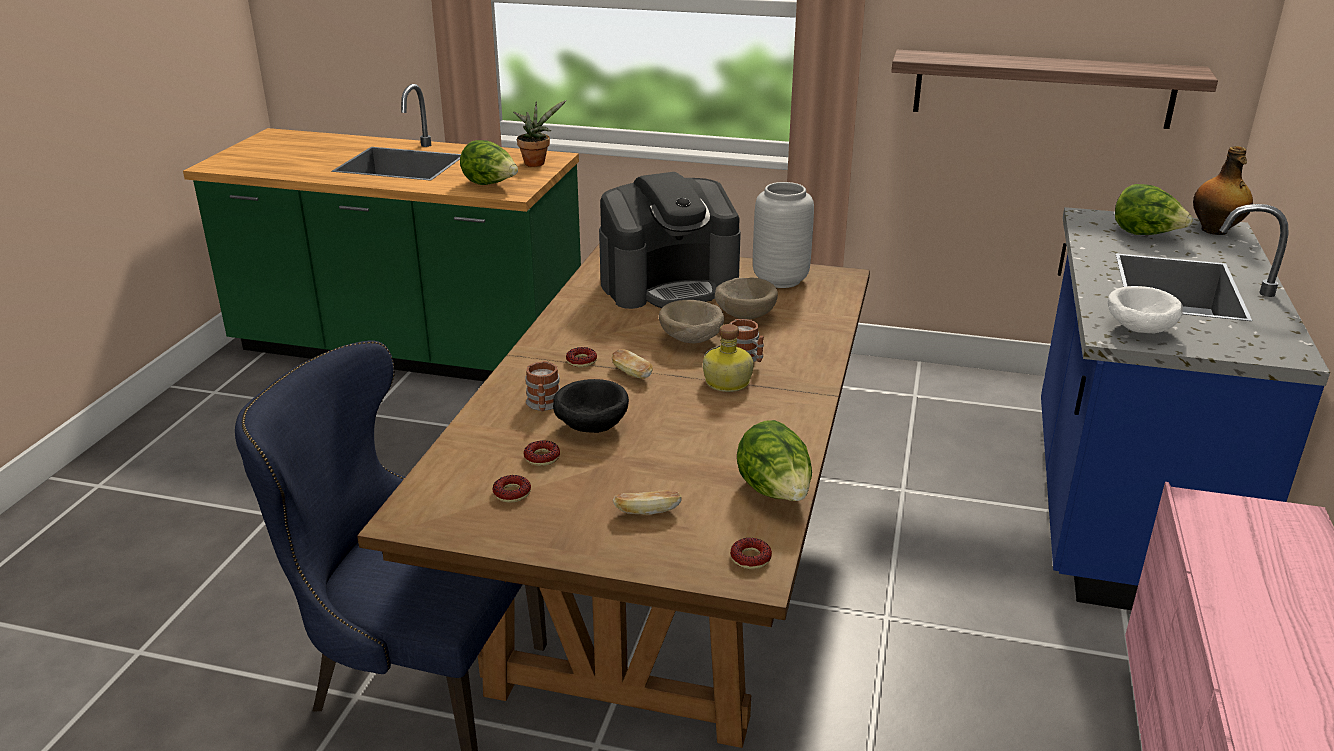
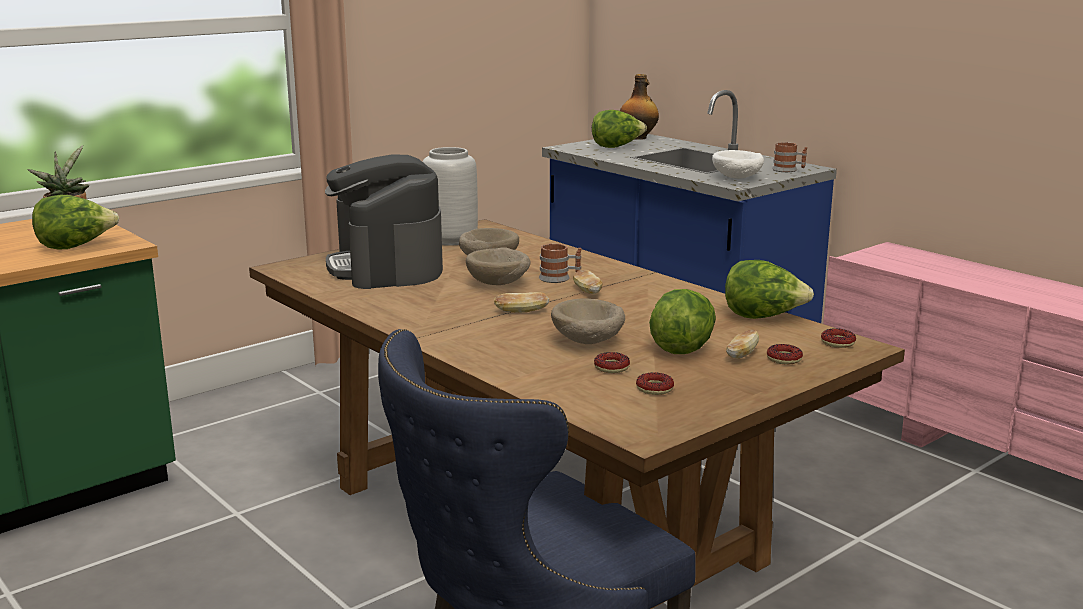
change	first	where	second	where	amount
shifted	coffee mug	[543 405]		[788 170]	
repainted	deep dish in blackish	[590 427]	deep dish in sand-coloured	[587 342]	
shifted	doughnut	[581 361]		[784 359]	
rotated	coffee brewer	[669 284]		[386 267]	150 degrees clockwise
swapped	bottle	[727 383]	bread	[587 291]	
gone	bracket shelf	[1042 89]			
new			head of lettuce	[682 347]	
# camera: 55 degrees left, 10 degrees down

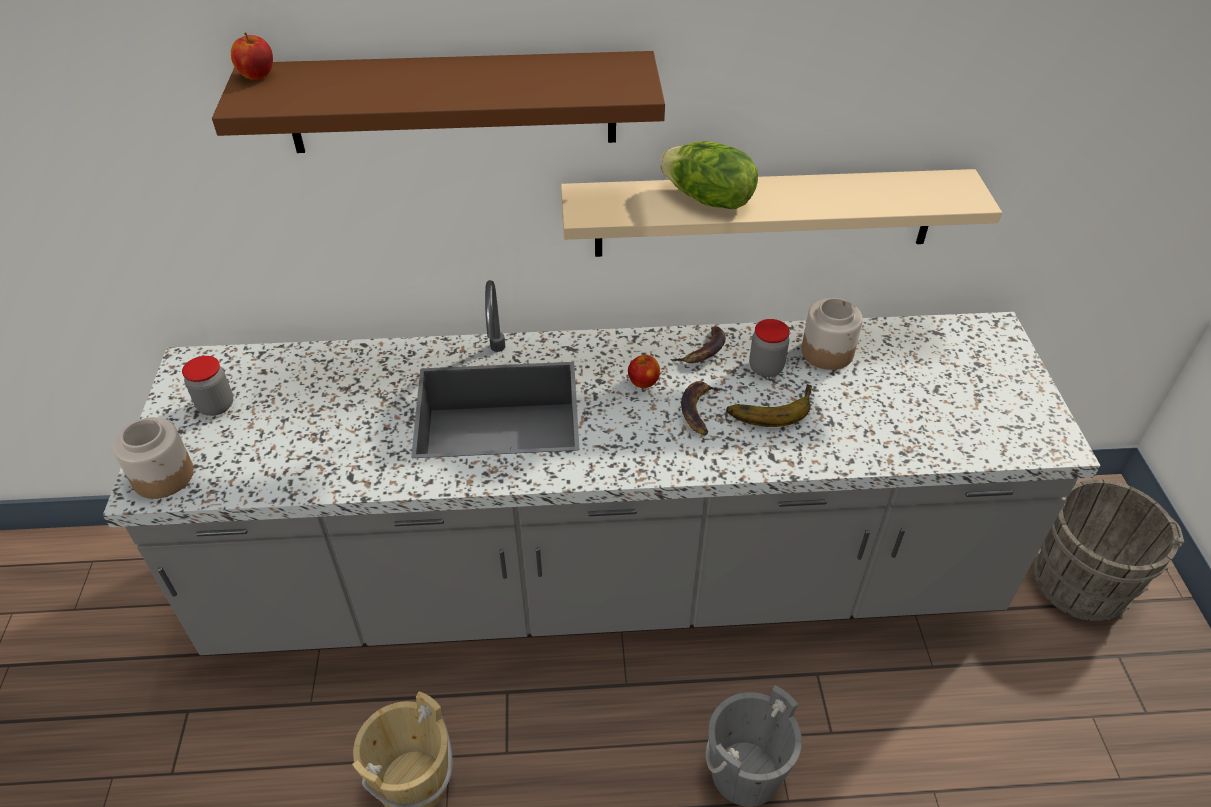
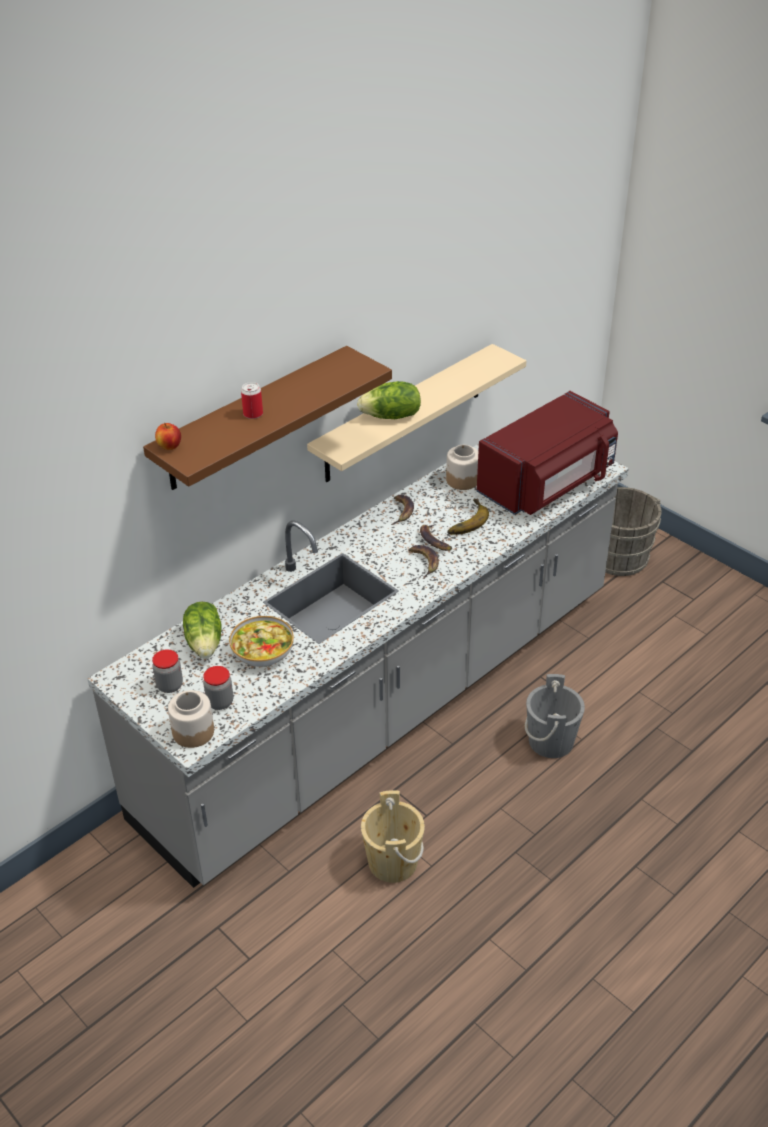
change	first	where	second	where	amount
gone	apple fruit	[643 382]			
shifted	storage jar	[766 368]		[220 702]	
new			head of lettuce	[205 643]	
new			deep dish	[262 652]	
new			sealed can	[253 414]	
new			whole banana	[425 562]	
new			kitchen microwave in reddish	[547 484]	
# camera: 40 degrees left, 5 degrees down

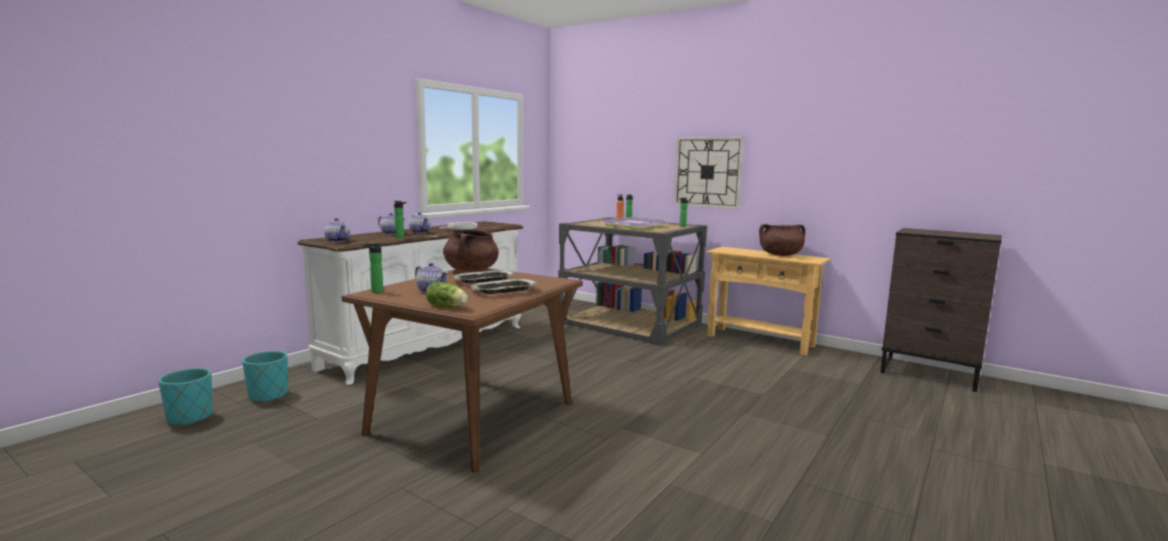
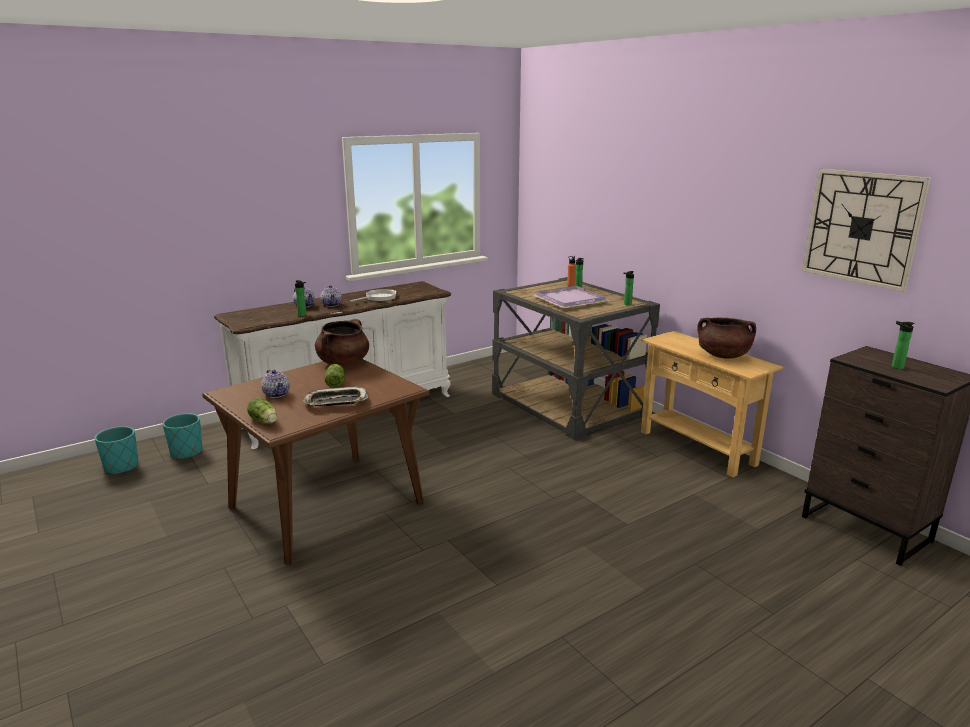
change	first	where	second	where	amount
gone	tea pot	[338 241]			
shifted	bottle	[375 291]		[895 367]	
swapped	serving tray	[484 281]	head of lettuce	[335 383]	
shifted	hanging clock	[707 172]		[862 228]	
# camera: 20 degrees right, 10 degrees up

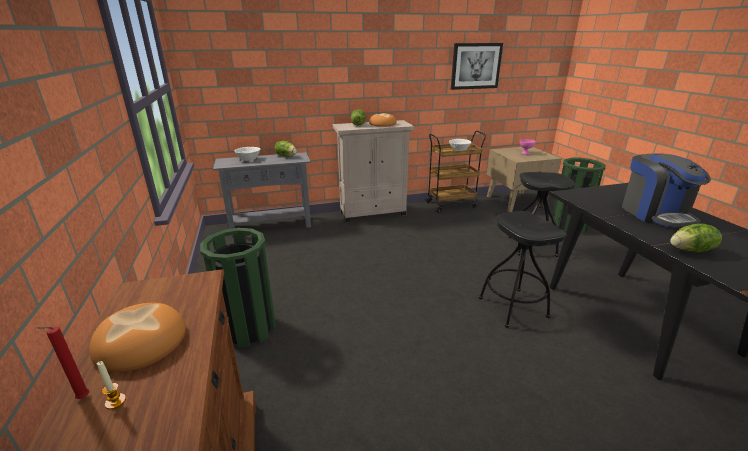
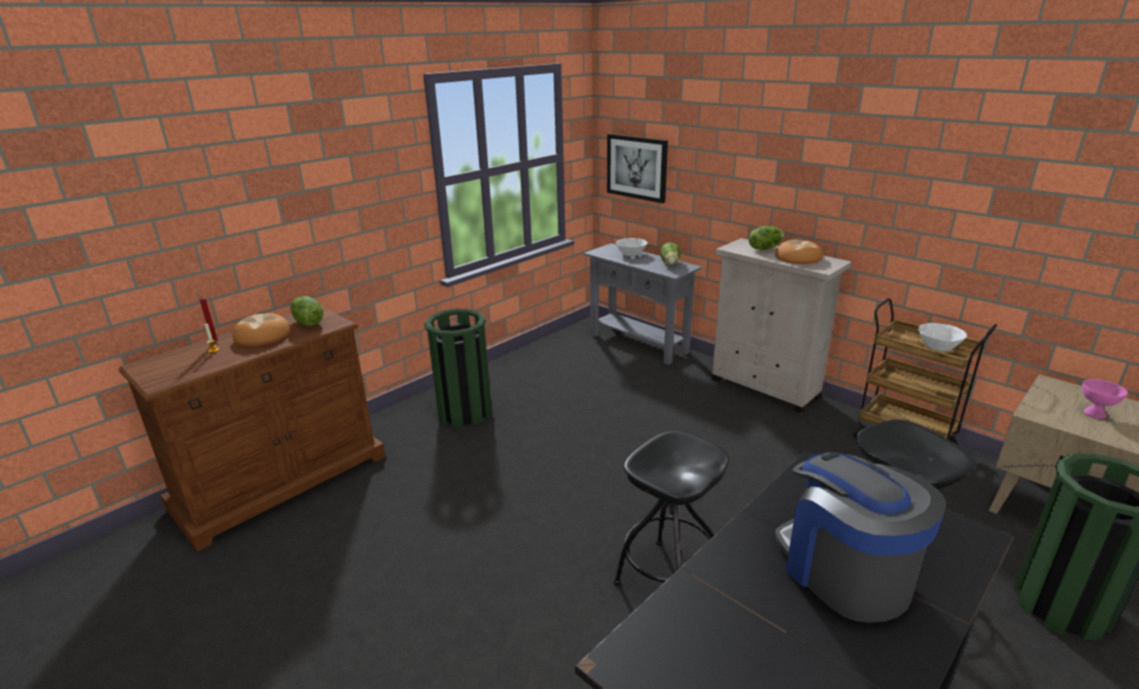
change	first	where	second	where	amount
shifted	picture	[475 66]		[637 167]	
rotated	coffee brewer	[655 214]		[844 571]	105 degrees clockwise
shifted	head of lettuce	[691 250]		[307 323]	
# camera: 60 degrees right, 0 degrees up

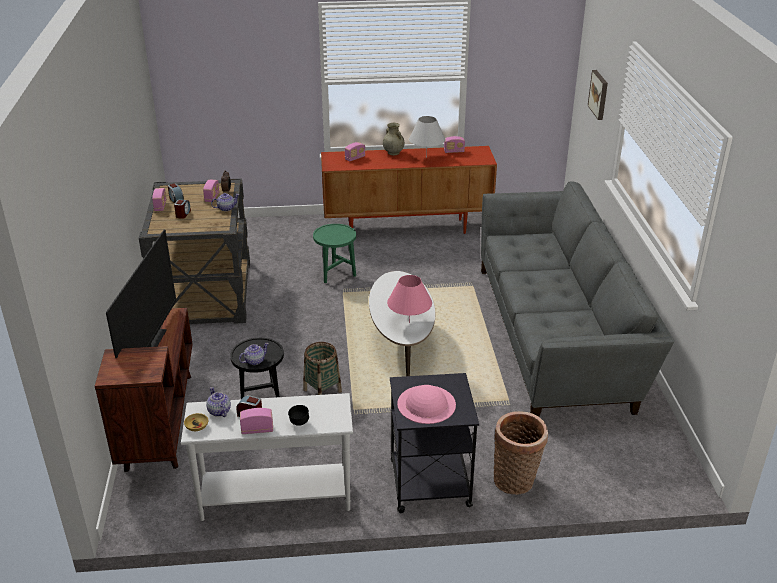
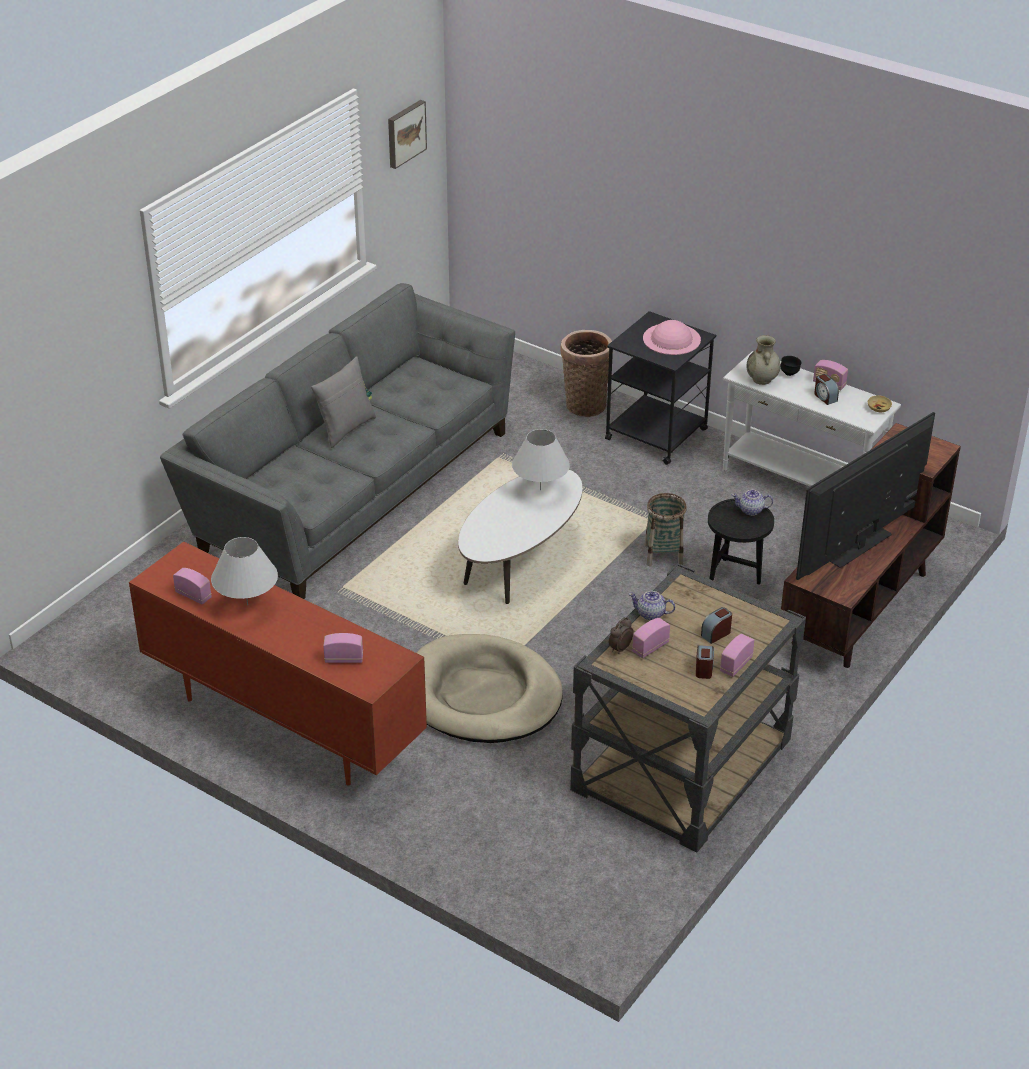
change	first	where	second	where	amount
gone	tea pot	[219 411]			
swapped	accent table in green-coloured	[336 276]	dog cushion in sand-coloured	[482 695]	
shifted	decorative vase in sand-coloured	[393 153]		[762 380]	
repainted	table lamp in pink	[409 322]	table lamp in whitish	[540 490]	
shifted	picture	[599 94]		[405 133]	
new			throw pillow in grey	[346 429]	
# camera: 140 degrees left, 5 degrees up

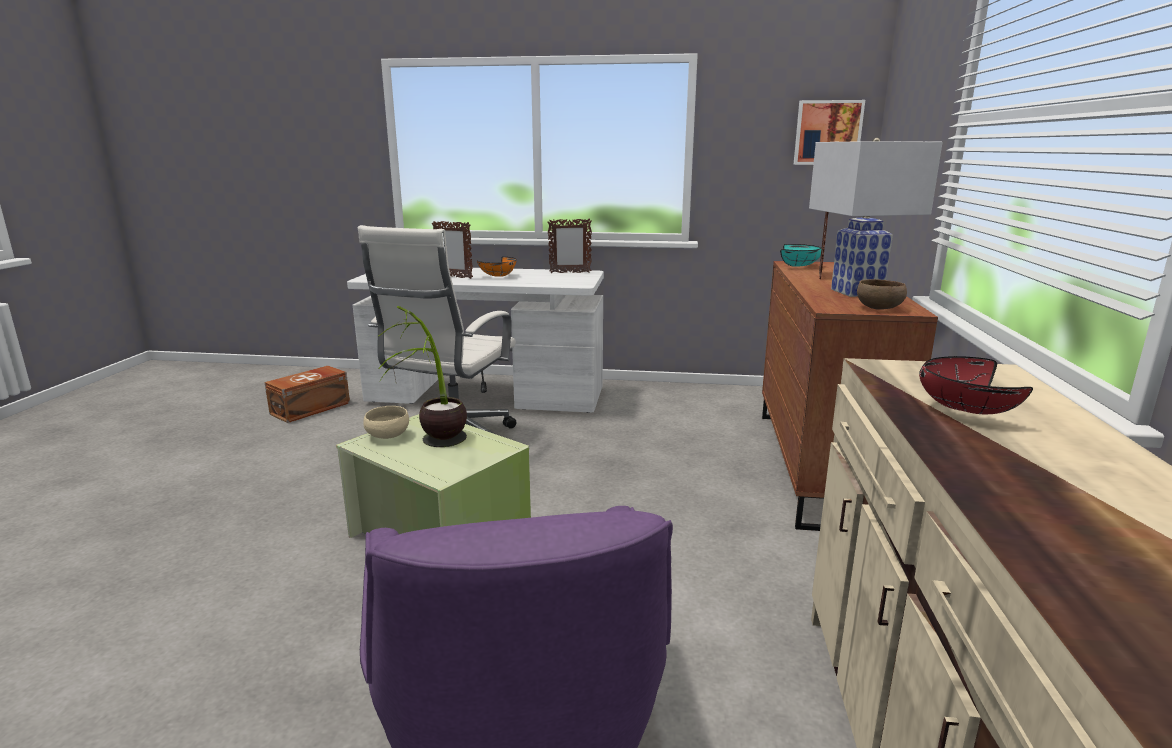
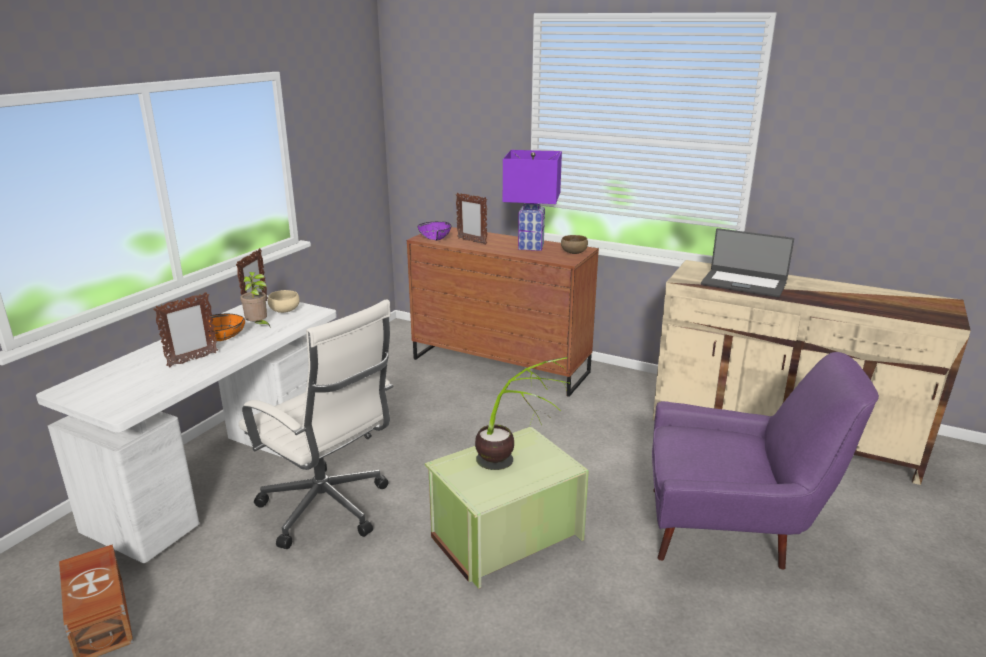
change	first	where	second	where	amount
shifted	deep dish in sand-coloured	[388 436]		[285 311]	
repainted	deep dish in turquoise-coloured	[799 266]	deep dish in purplish	[437 239]	
gone	picture	[827 133]			
repainted	table lamp in whitish	[856 292]	table lamp in purplish	[531 247]	
swapped	deep dish in reddish	[961 410]	laptop	[743 283]	
new			potted plant	[258 326]	
# camera: 70 degrees left, 5 degrees up

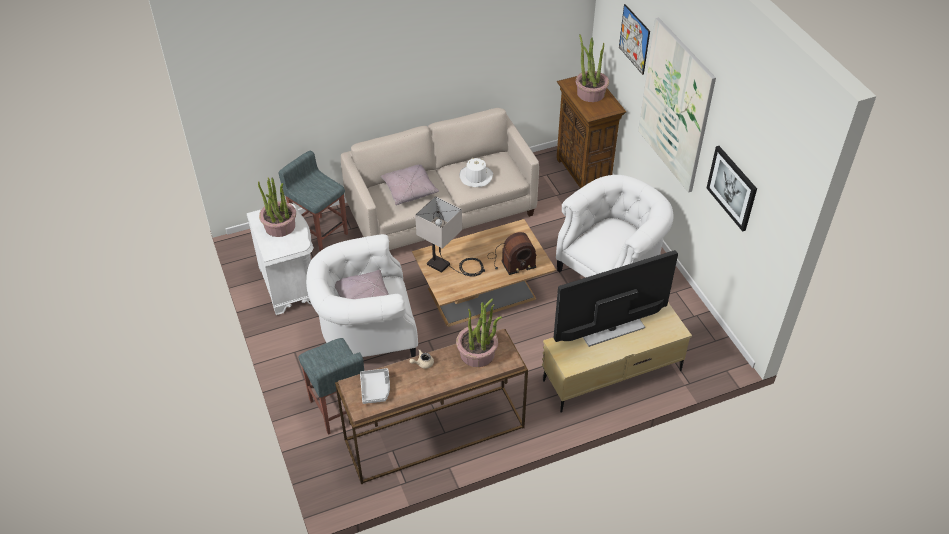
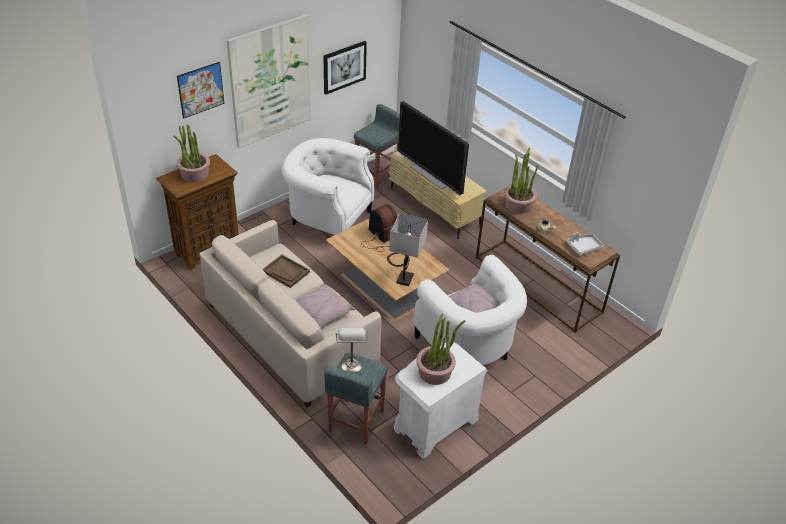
change	first	where	second	where	amount
shifted	sitting stool in grey	[338 409]		[377 176]	
swapped	hat in whitish	[476 177]	serving tray in brown-coloured	[286 272]	
new			table lamp in whitish	[351 361]	
# camera: 110 degrees left, 5 degrees down

